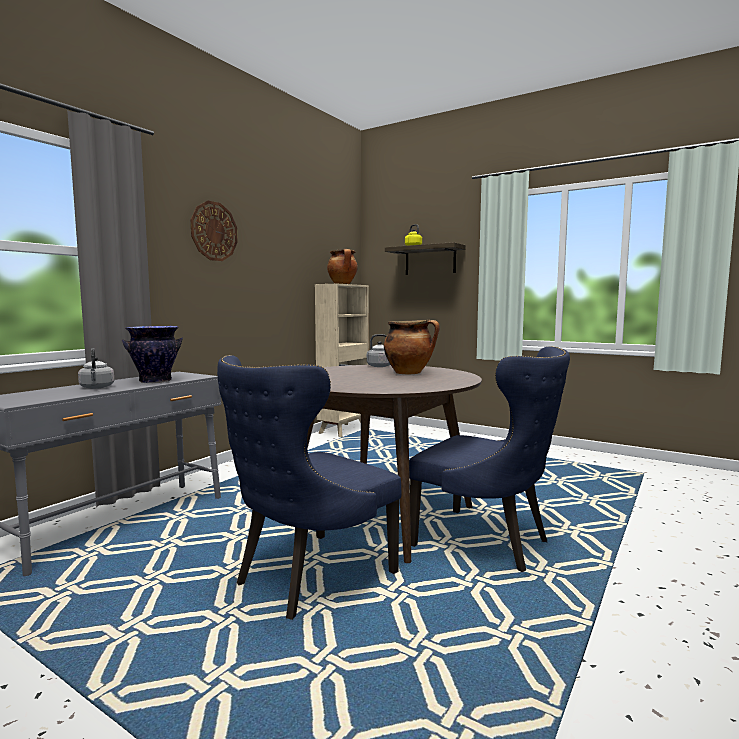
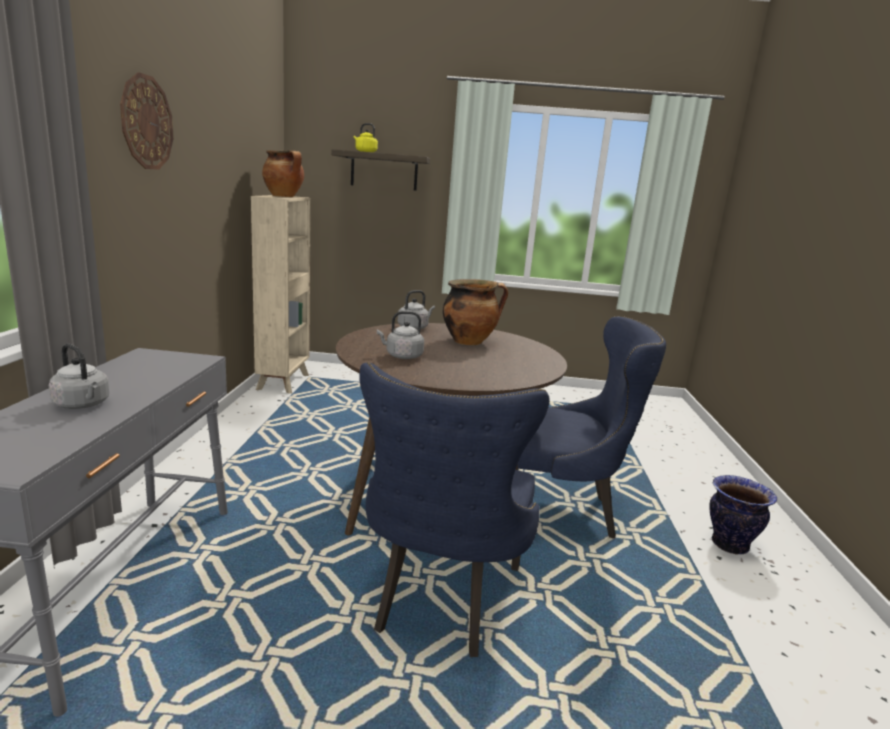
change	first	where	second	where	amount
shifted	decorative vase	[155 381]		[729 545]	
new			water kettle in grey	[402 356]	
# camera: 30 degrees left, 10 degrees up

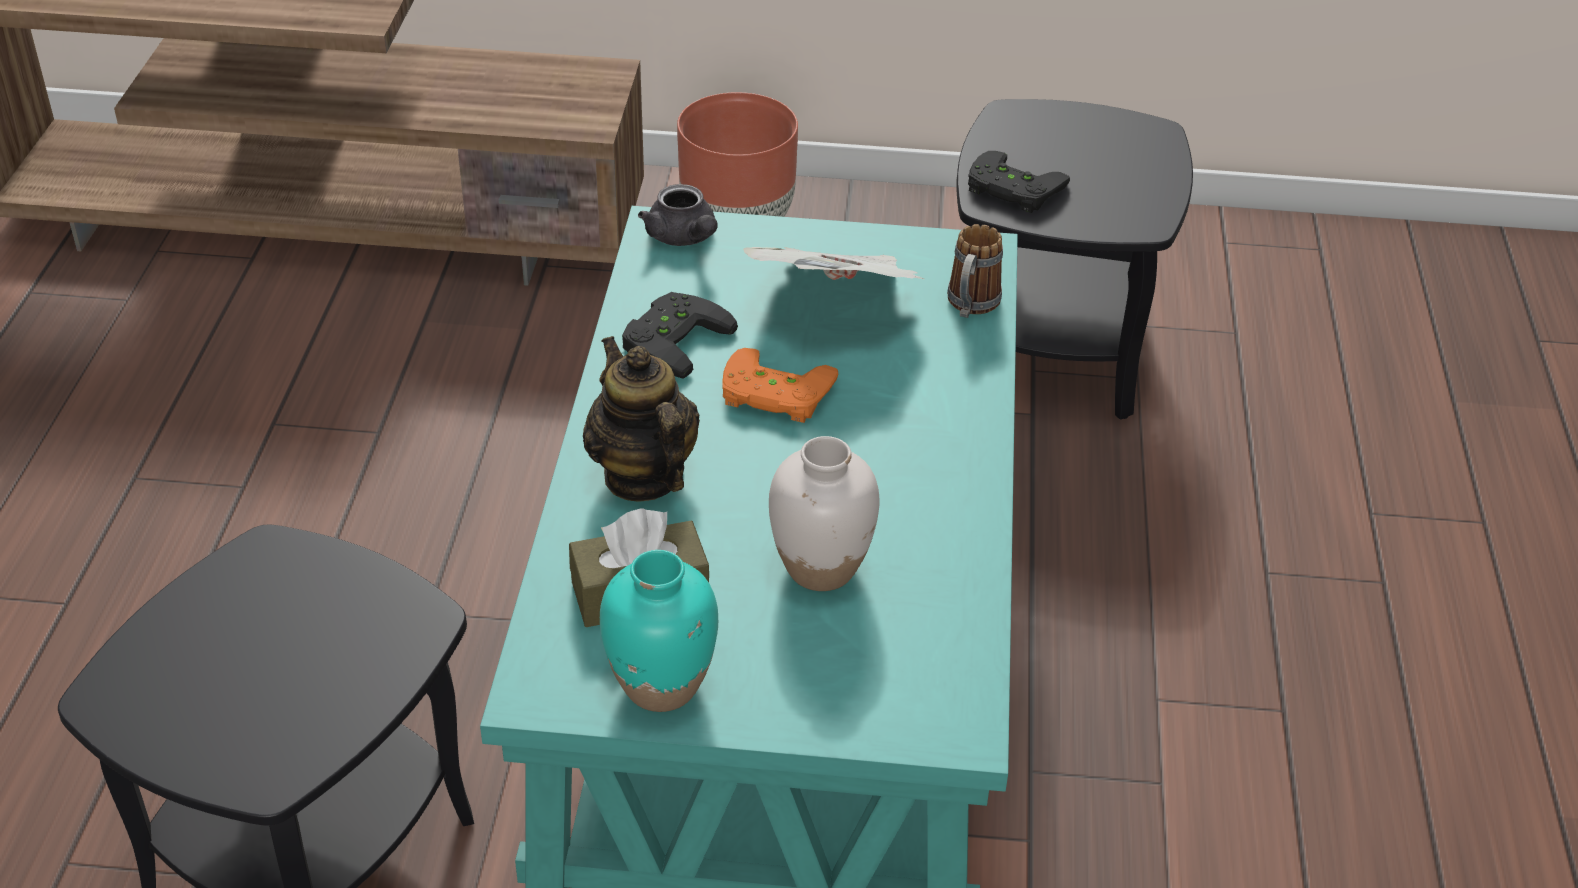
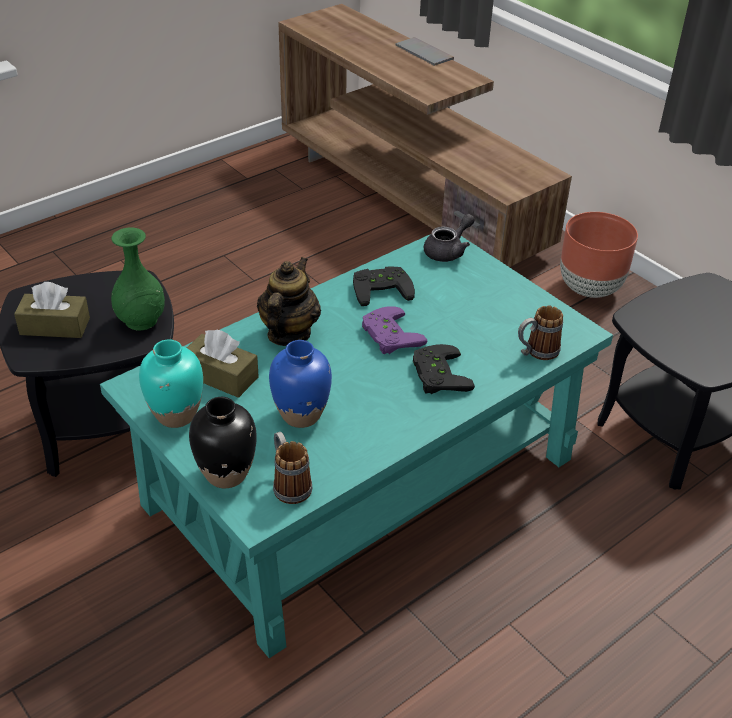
change	first	where	second	where	amount
rotated	tea pot in grey	[684 238]		[448 251]	150 degrees counterclockwise
repainted	game controller in orange	[773 396]	game controller in purplish	[388 335]	
gone	newspaper	[837 301]			
repainted	decorative vase in whitish	[820 568]	decorative vase in blue-coloured	[301 414]	
shifted	game controller in blackish	[1011 190]		[436 374]	
new			box of tissues in brown-coloured	[55 326]	
new			decorative vase in green-coloured	[141 321]	
new			decorative vase in blackish	[226 473]	
new			coffee mug	[289 484]	
# camera: 45 degrees right, 0 degrees up

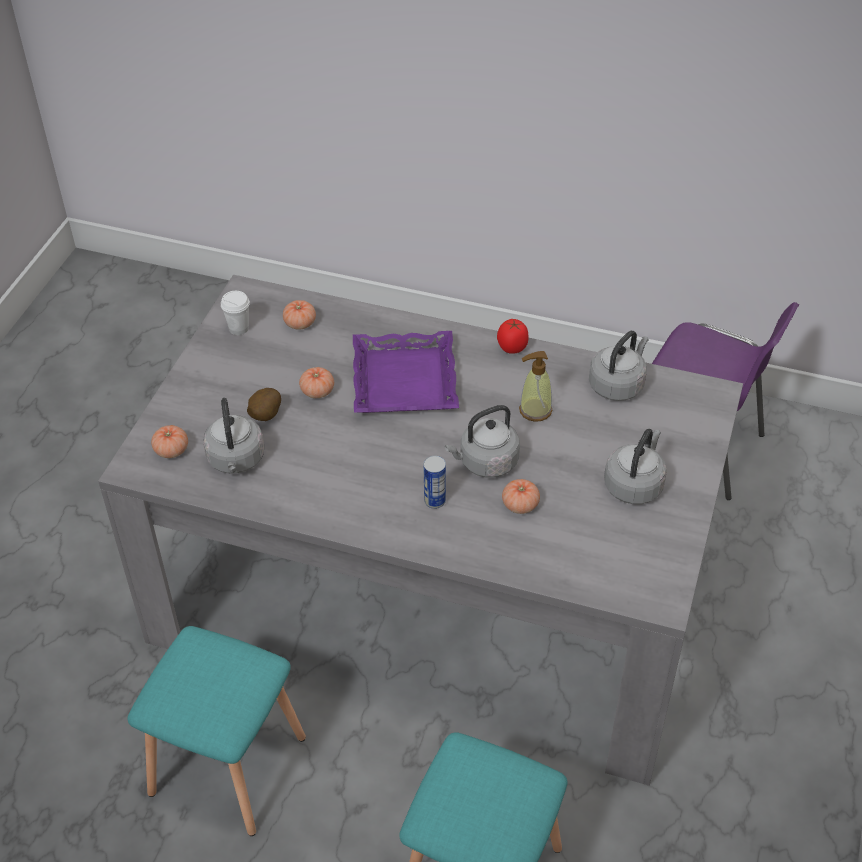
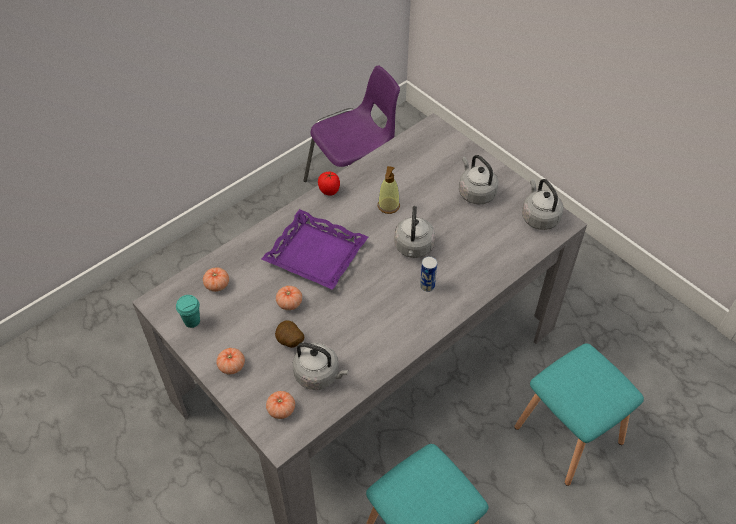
change	first	where	second	where	amount
repainted	small cup in whitish	[239 328]	small cup in turquoise-coloured	[192 321]	
shifted	tomato	[520 505]		[231 366]	
shifted	water kettle in grey	[617 385]		[539 217]	
# camera: 60 degrees left, 5 degrees up

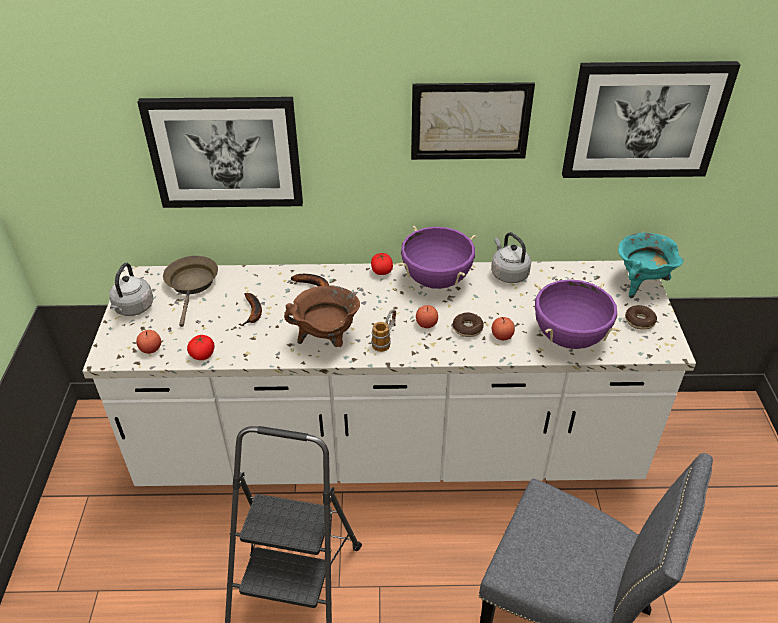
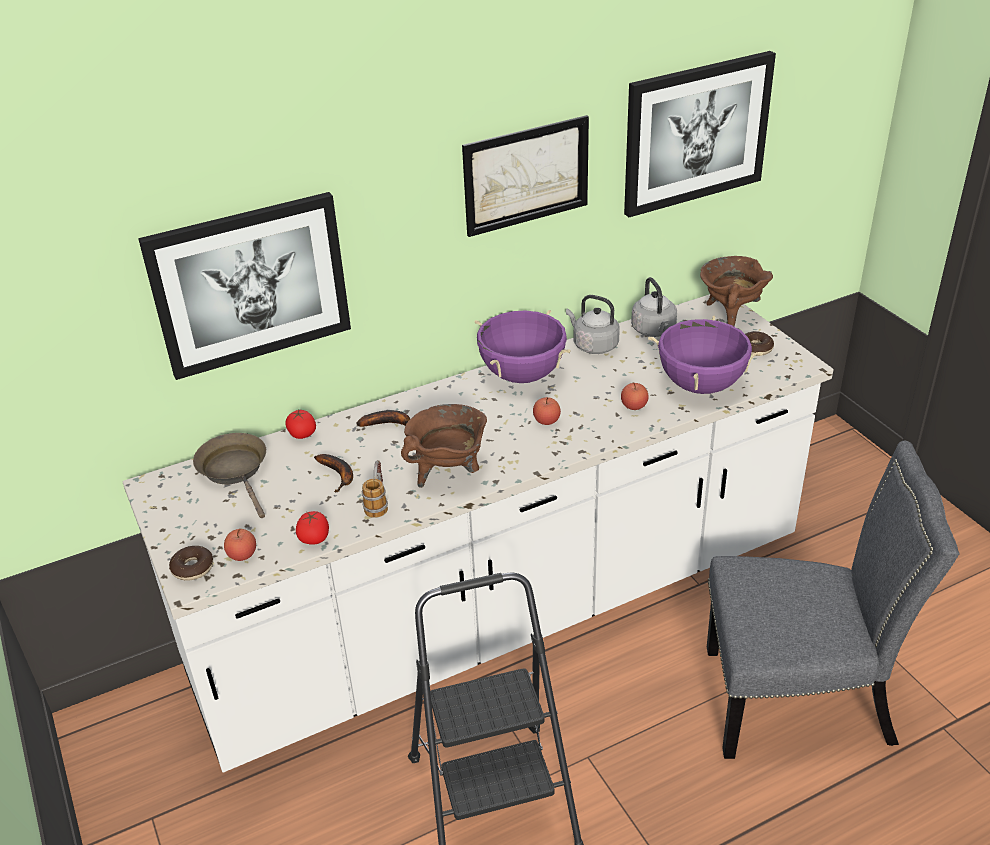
change	first	where	second	where	amount
shifted	water kettle in grey	[133 308]		[654 331]	
shifted	tomato	[381 271]		[302 434]	
shifted	coffee mug	[385 340]		[377 502]	
shifted	doughnut	[467 328]		[193 568]	
repainted	cooking pot in turquoise-coloured	[640 283]	cooking pot in brown-coloured	[730 314]	
# camera: 25 degrees left, 5 degrees down

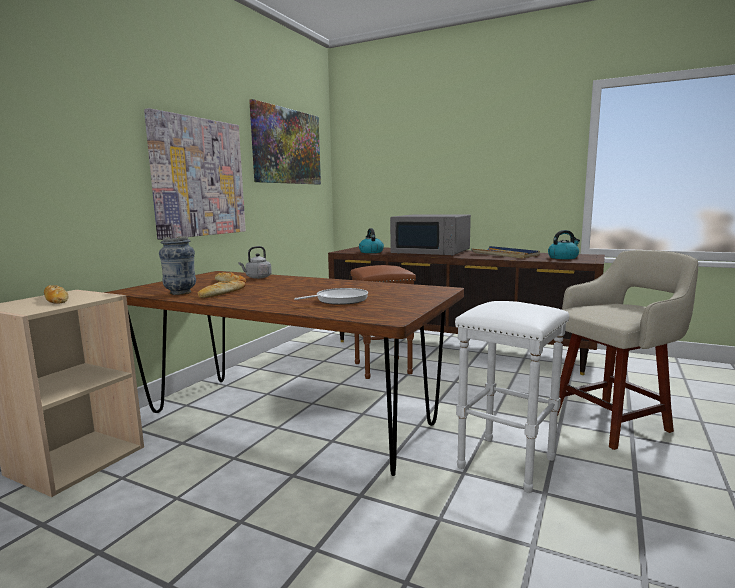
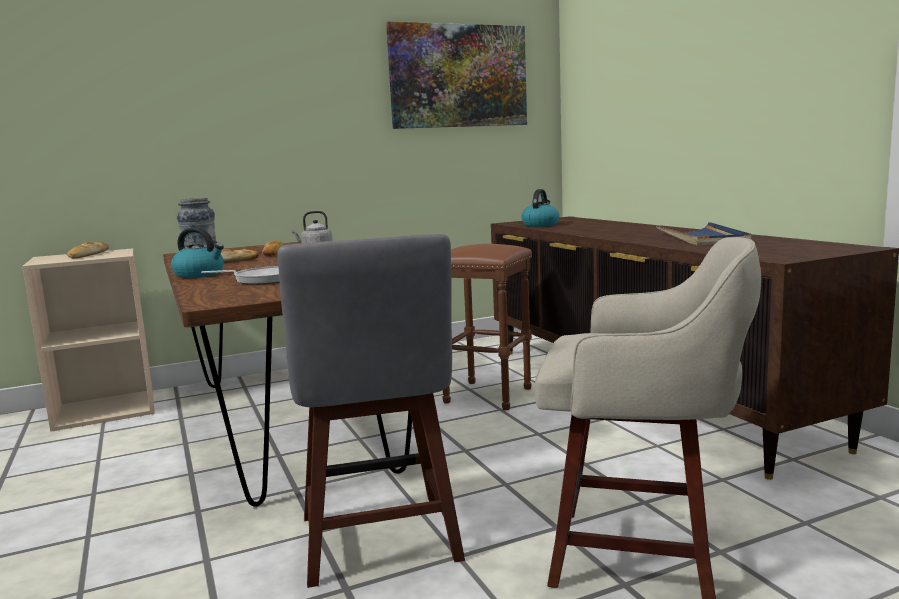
change	first	where	second	where	amount
gone	picture	[198 177]			
gone	kitchen microwave in grey	[431 252]			
swapped	sitting stool in whitish	[507 464]	upright chair in grey	[379 543]	
shifted	water kettle	[563 257]		[200 274]	
# camera: 40 degrees right, 0 degrees up

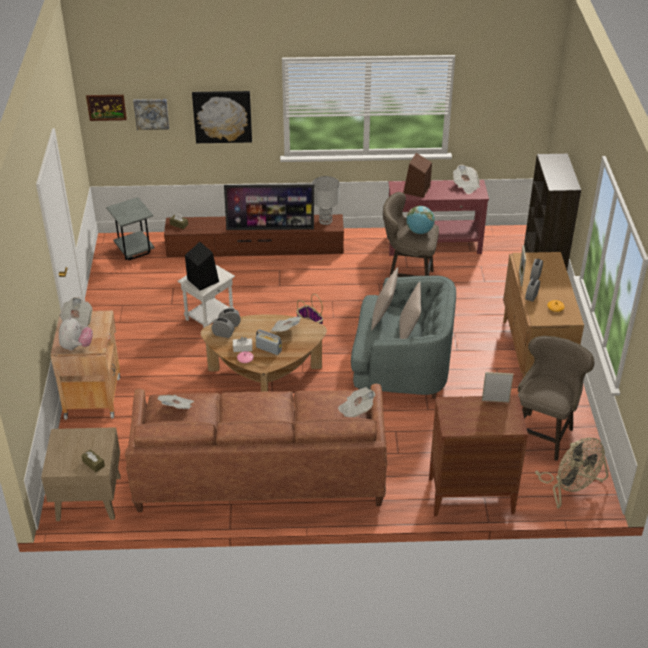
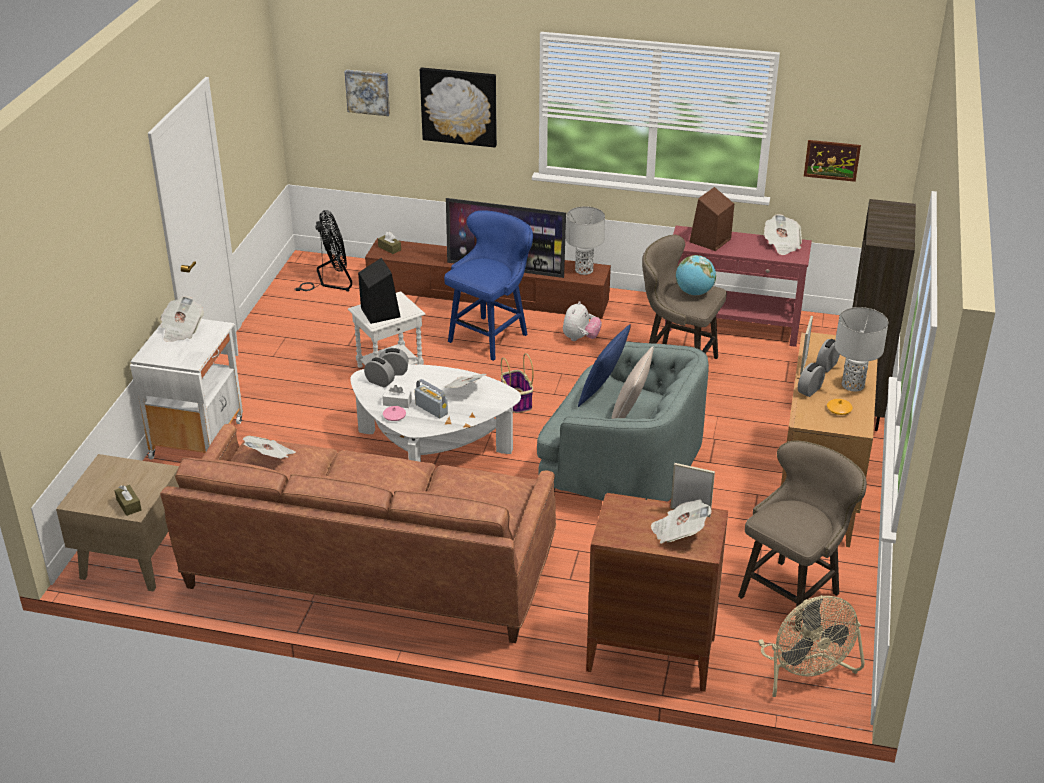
change	first	where	second	where	amount
repainted	wheeled cart in brown-coloured	[93 396]	wheeled cart in whitish	[198 438]	
shifted	soft toy	[76 346]		[580 338]	
shifted	picture	[106 107]		[832 160]	
swapped	accent table in grey	[134 252]	fan in blackish	[329 278]	
repainted	low table in brown-coloured	[265 372]	low table in whitish	[432 446]	
shifted	newspaper	[356 410]		[678 533]	
repainted	throw pillow in sand-coloured	[383 317]	throw pillow in blue-coloured	[603 393]	
new			sitting stool in blue-coloured	[490 336]	
new			table lamp in whitish	[852 384]	
# camera: 15 degrees right, 5 degrees down

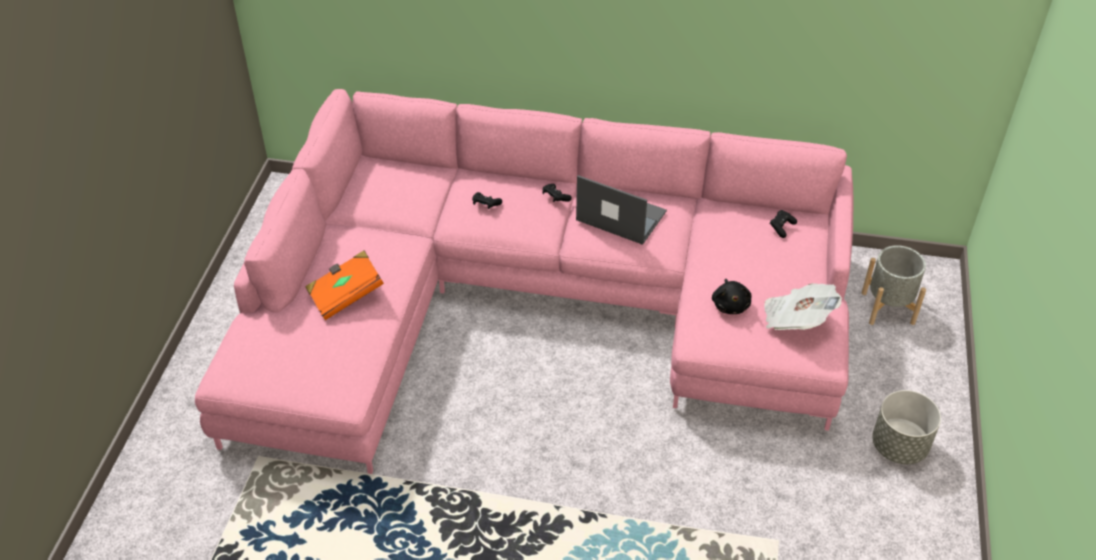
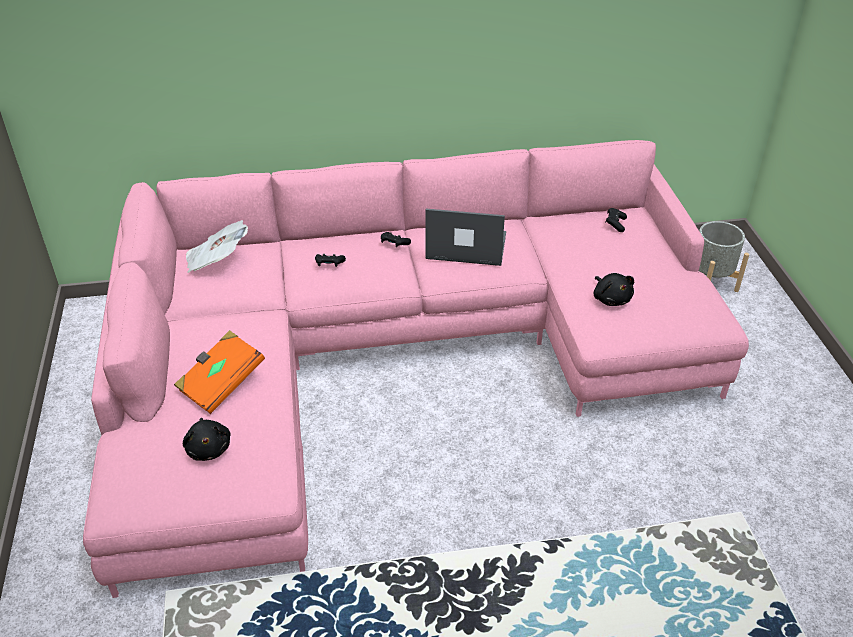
change	first	where	second	where	amount
shifted	newspaper	[796 319]		[217 261]	
gone	planter in grey	[899 446]			
new			soft toy in blackish	[209 448]	
# camera: 20 degrees left, 5 degrees down

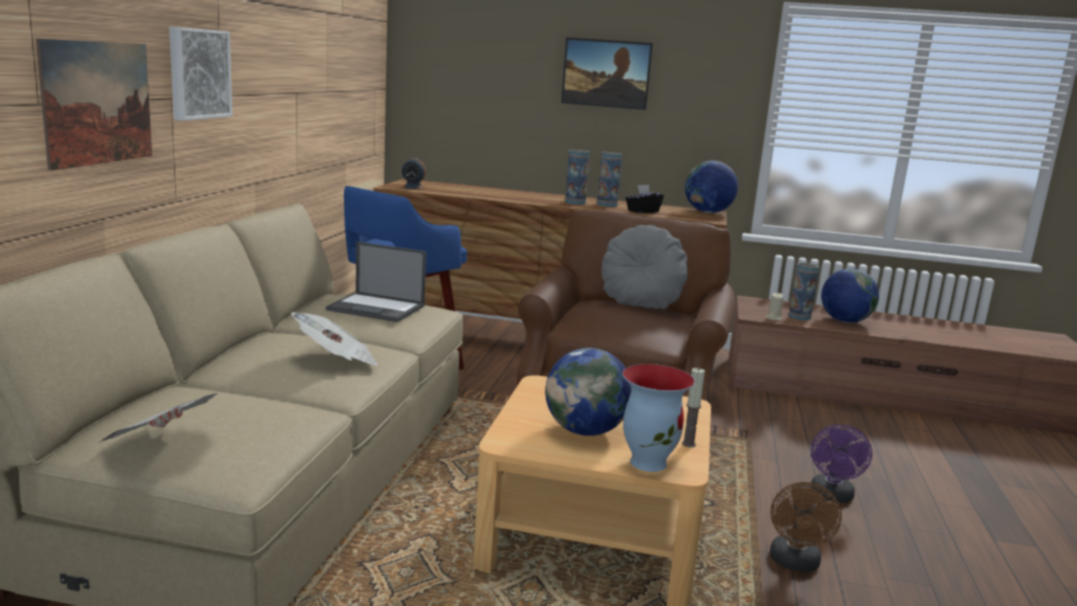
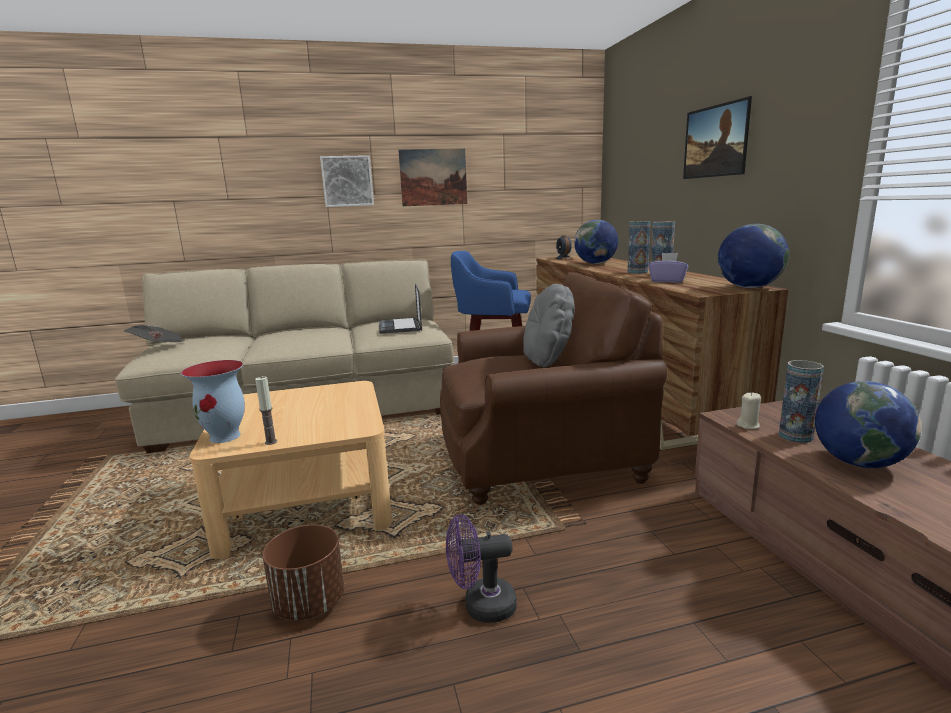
change	first	where	second	where	amount
shifted	picture	[98 103]		[433 177]	
gone	newspaper	[336 360]			
shifted	world globe	[585 431]		[595 263]	
repainted	box of tissues in blackish	[642 211]	box of tissues in purplish	[667 281]	
swapped	fan in brown-coloured	[795 564]	planter in brown-coloured	[310 603]	
# camera: 65 degrees right, 0 degrees up

